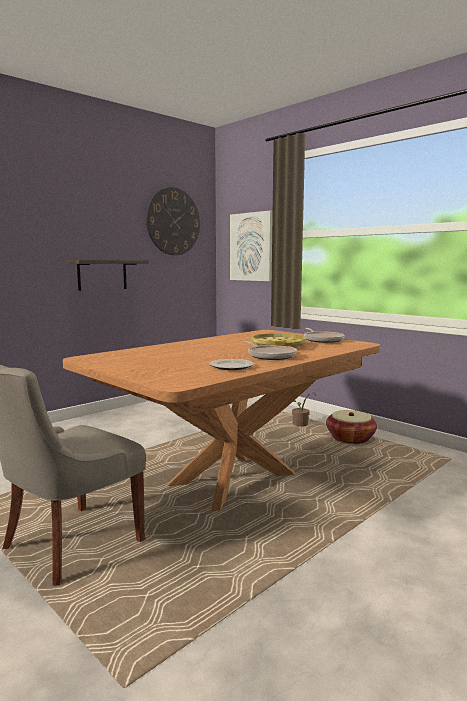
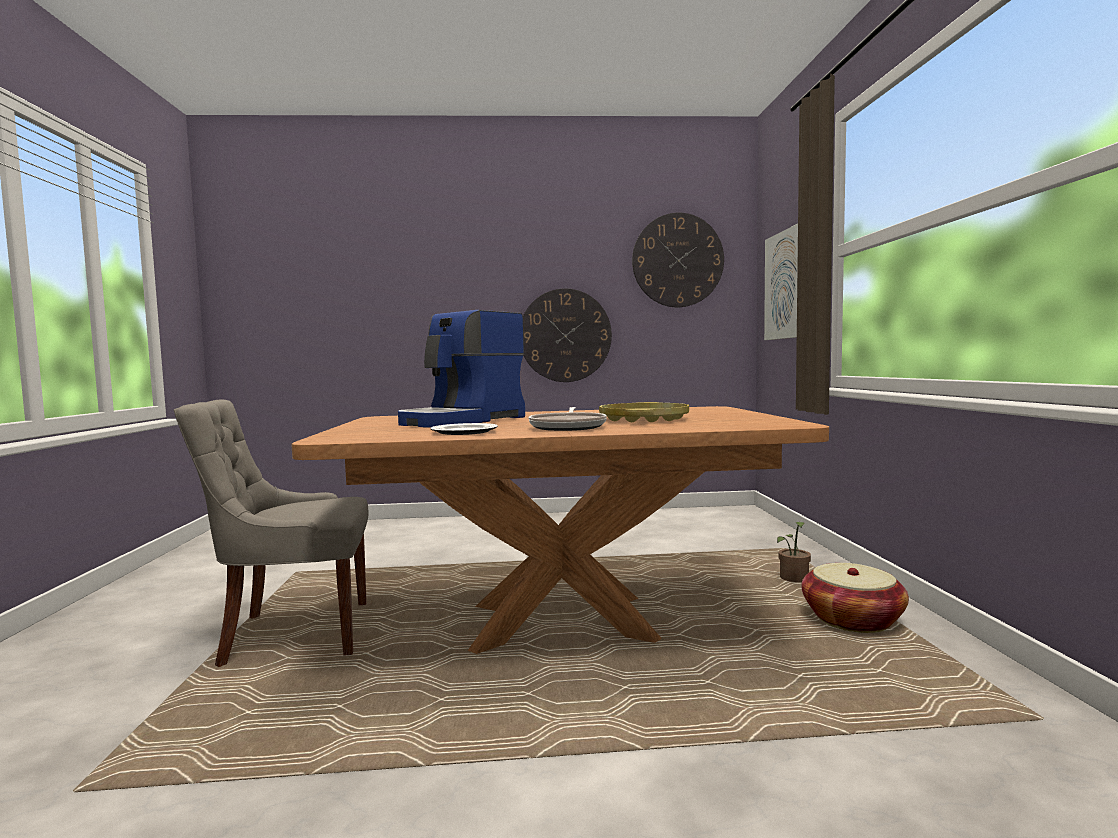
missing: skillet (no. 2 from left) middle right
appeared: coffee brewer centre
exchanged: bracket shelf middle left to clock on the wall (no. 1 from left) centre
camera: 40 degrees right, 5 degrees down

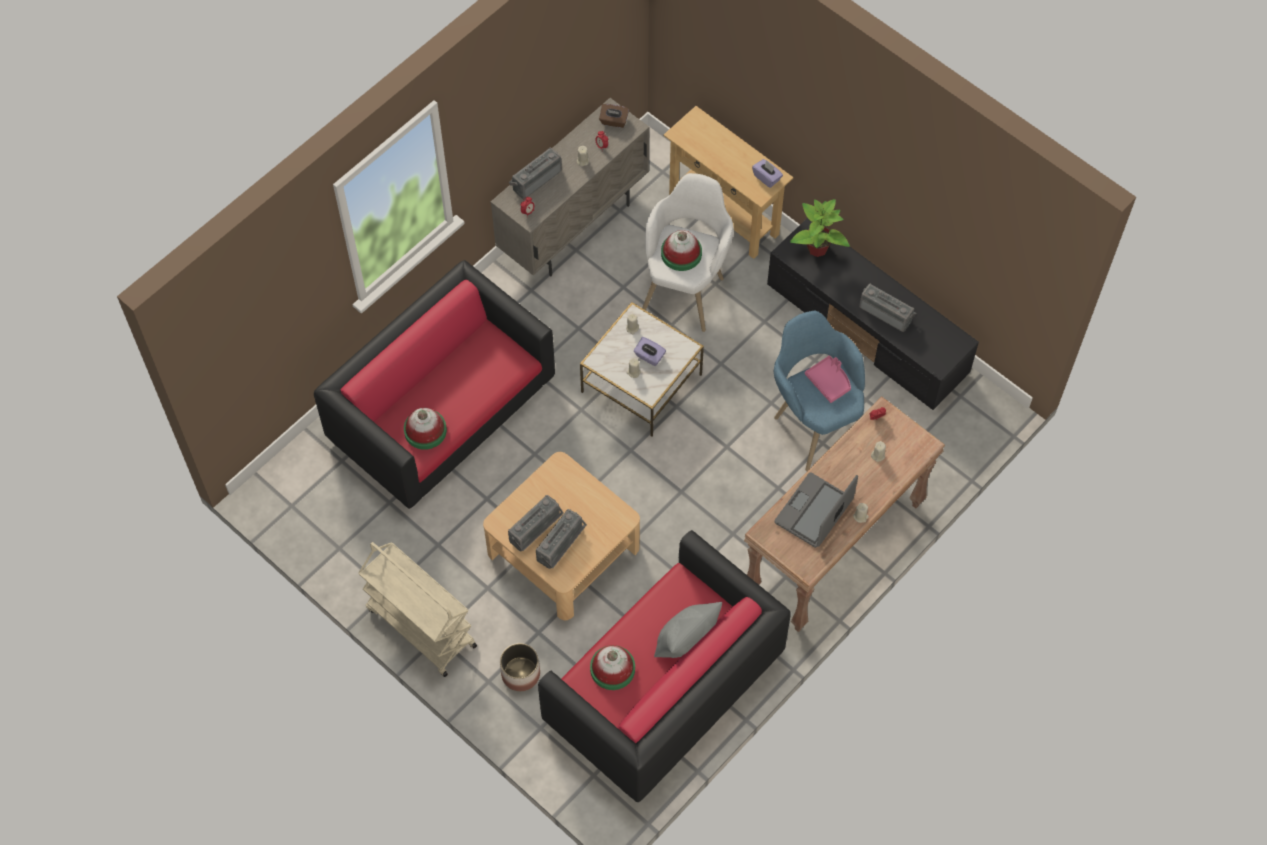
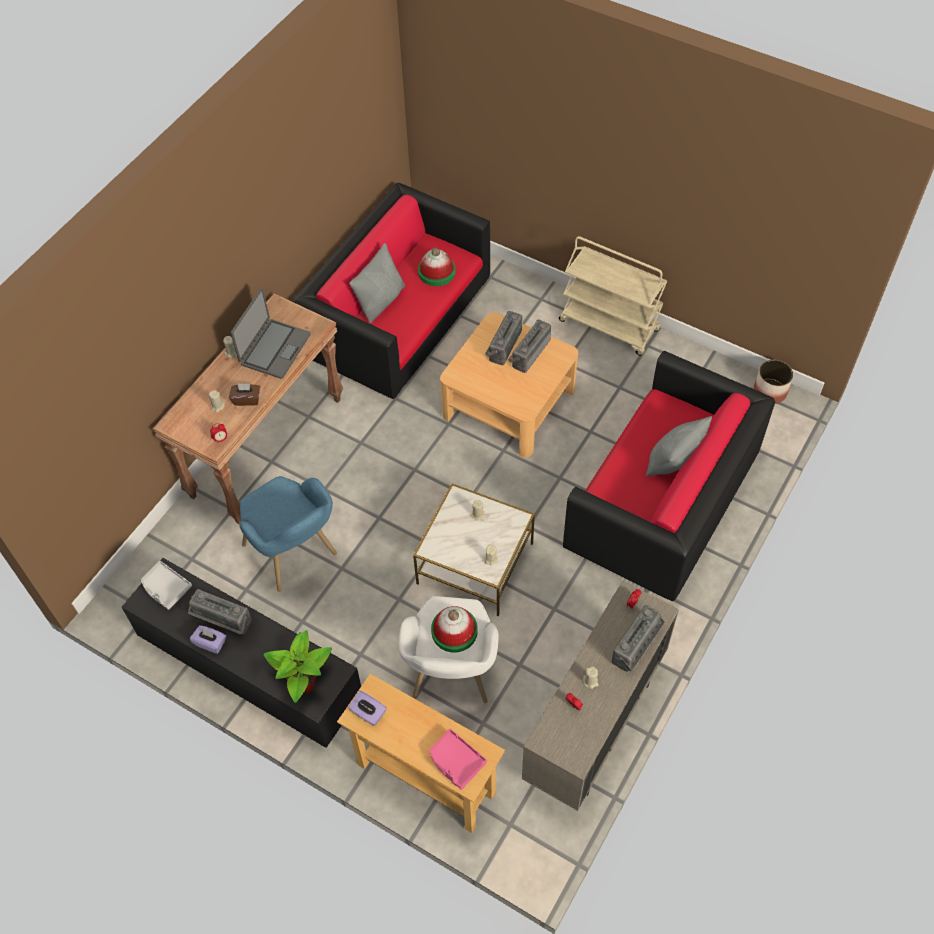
missing: hat (no. 1 from left) centre
appeared: greyish serving tray middle left; greyish pillow (no. 2 from left) middle right
relocated: purplish tissue holder (no. 1 from left) centre to bottom left; brown-coloured tissue holder top centre to middle left; pinkish serving tray centre to bottom centre; planter bottom centre to middle right
camera: 170 degrees right, 5 degrees down

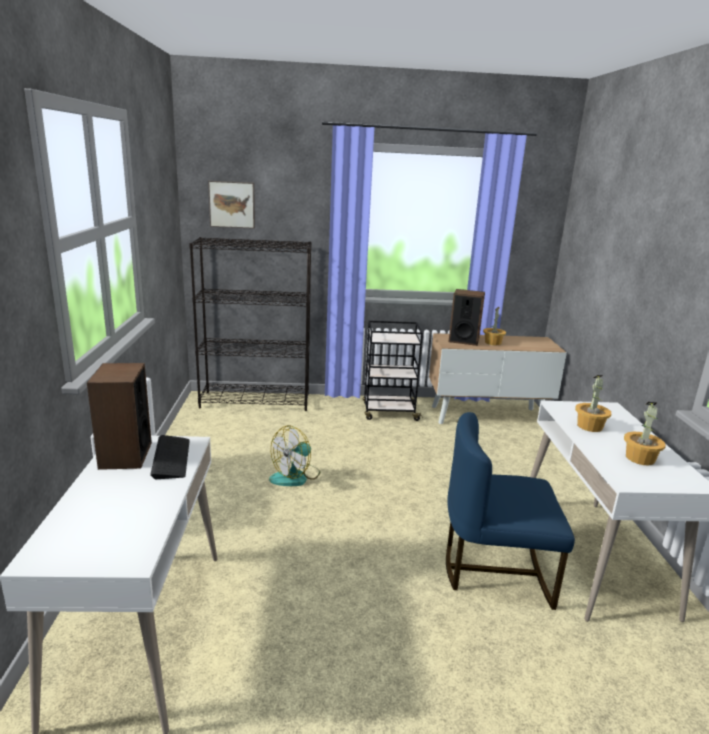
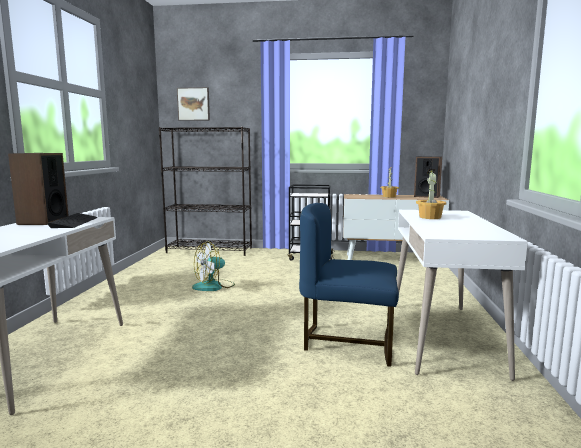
missing: potted plant (no. 3 from left) middle right
relocated: speaker (no. 2 from left) centre to middle right
camera: 10 degrees right, 10 degrees down

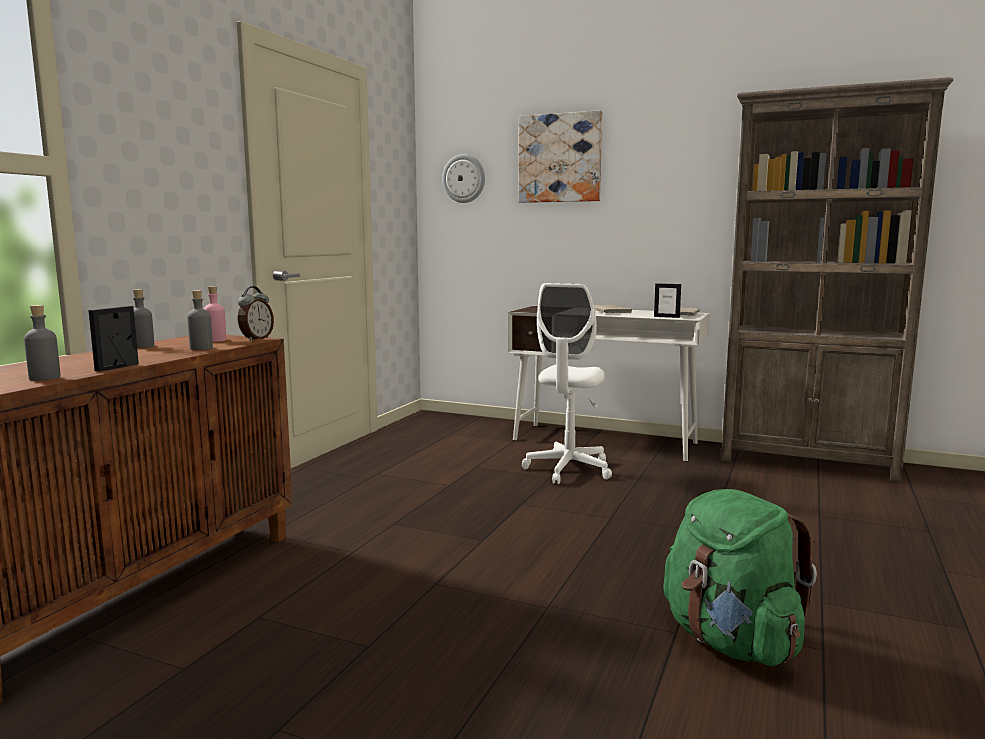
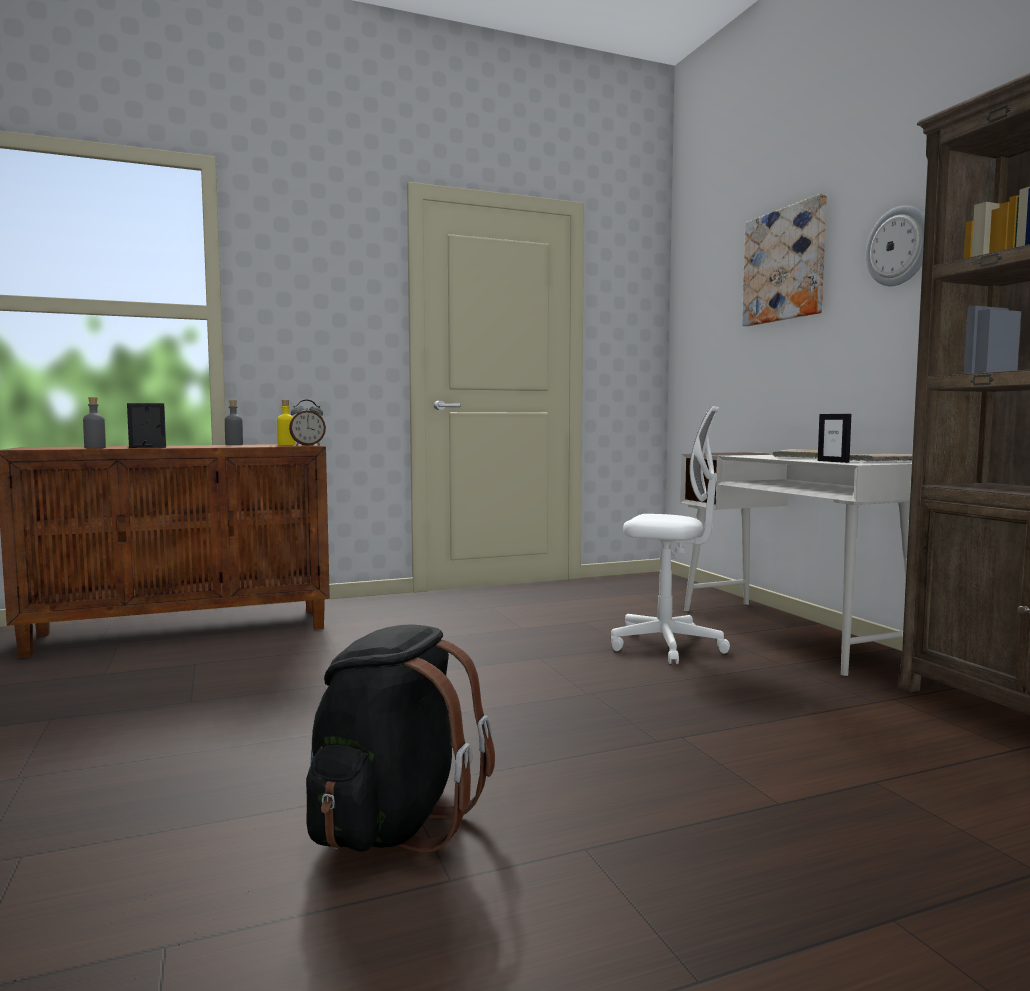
missing: greyish bottle (no. 3 from left) middle left
relocated: clock on the wall top centre to top right
colour: pinkish bottle middle left to yellowish bottle middle left; greenish backpack bottom right to black backpack bottom centre
spun: whitish desk chair centre = centre 135 degrees counterclockwise
camera: 45 degrees right, 5 degrees down

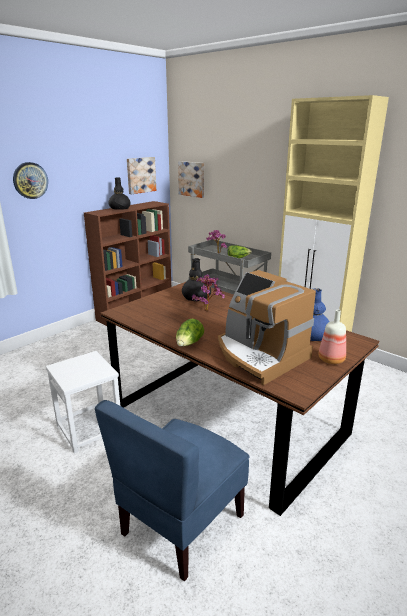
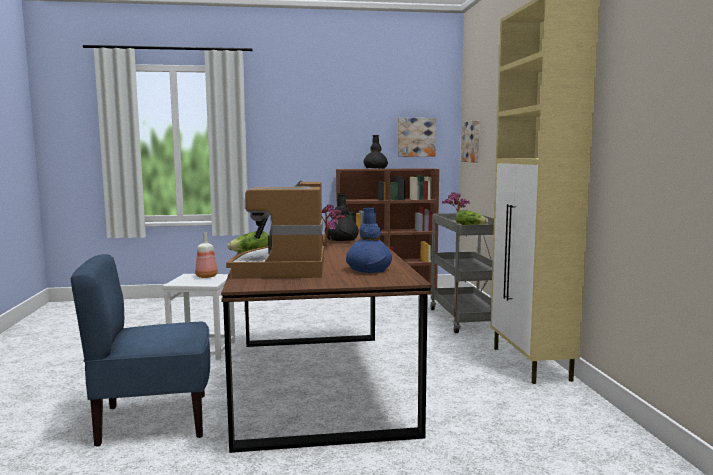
missing: clock on the wall top left
relocated: bottle middle right to middle left
camera: 40 degrees right, 15 degrees down

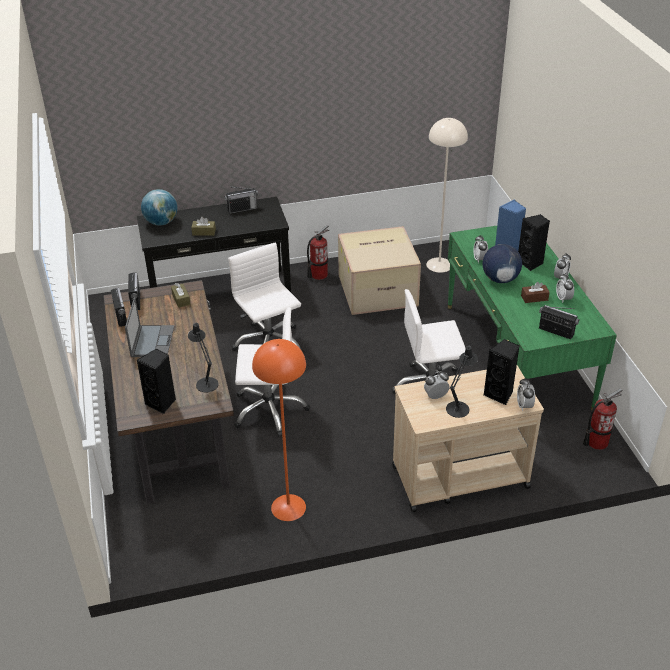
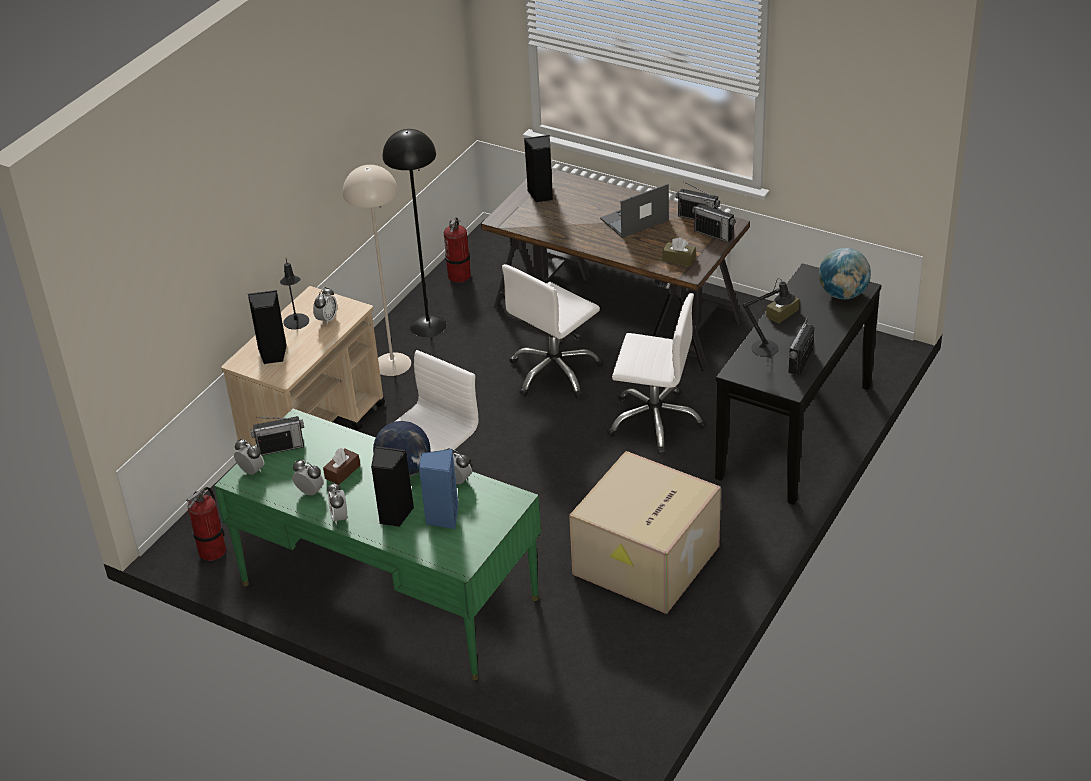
relocated: alarm clock (no. 3 from left in the first image) middle right to alarm clock (no. 1 from left) middle left; beige-coloured floor lamp top right to centre; fire extinguisher (no. 1 from left in the first image) centre to fire extinguisher (no. 2 from left) top centre; black tabletop lamp (no. 1 from left in the first image) middle left to black tabletop lamp (no. 2 from left) middle right
colour: orangey floor lamp centre to black floor lamp top centre
spun: notebook computer middle left = top centre 105 degrees clockwise
camera: 135 degrees right, 0 degrees up

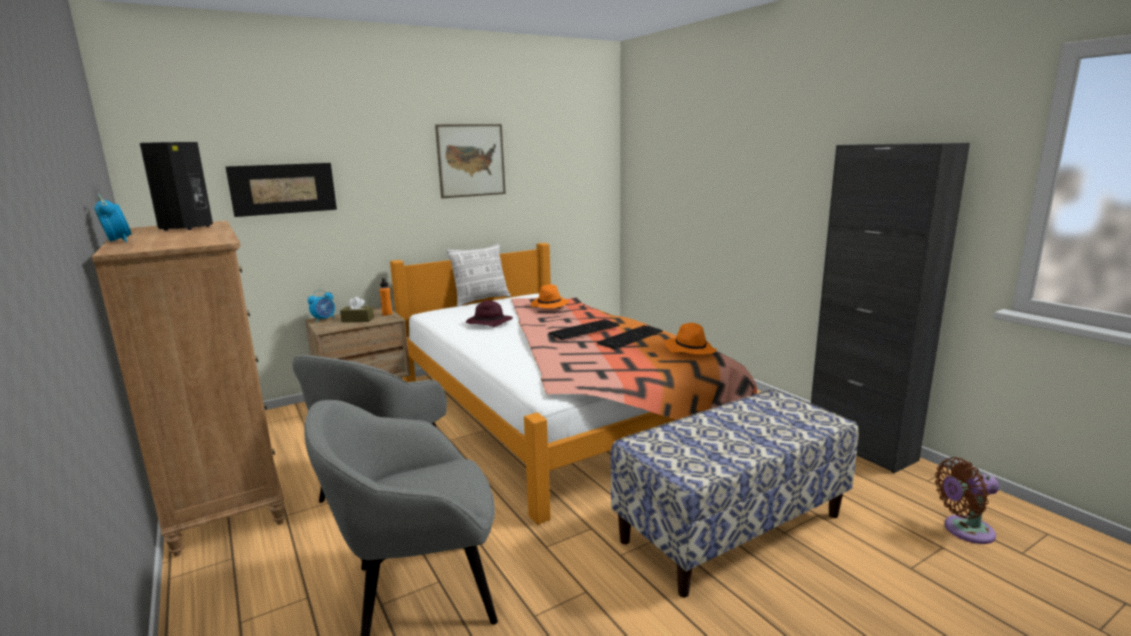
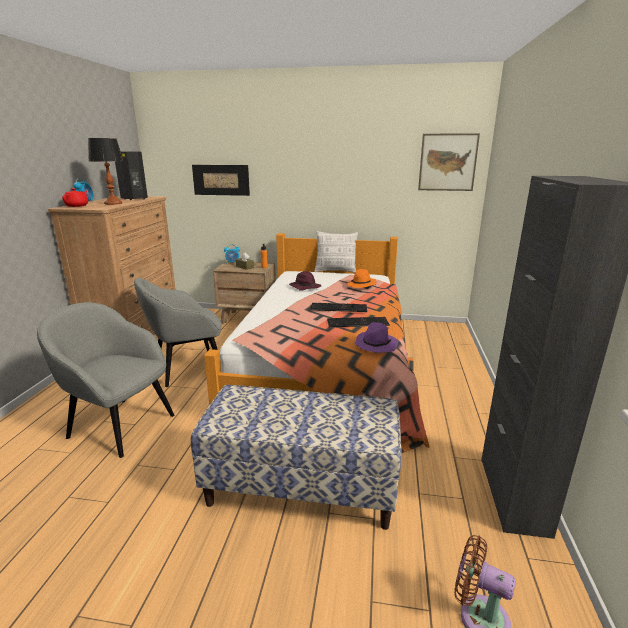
appeared: red-coloured pot for tea top left; tabletop lamp top left
relocated: wall picture (no. 2 from left) top centre to top right
colour: orangey hat (no. 2 from left) centre to purplish hat (no. 2 from left) centre
camera: 40 degrees right, 5 degrees up

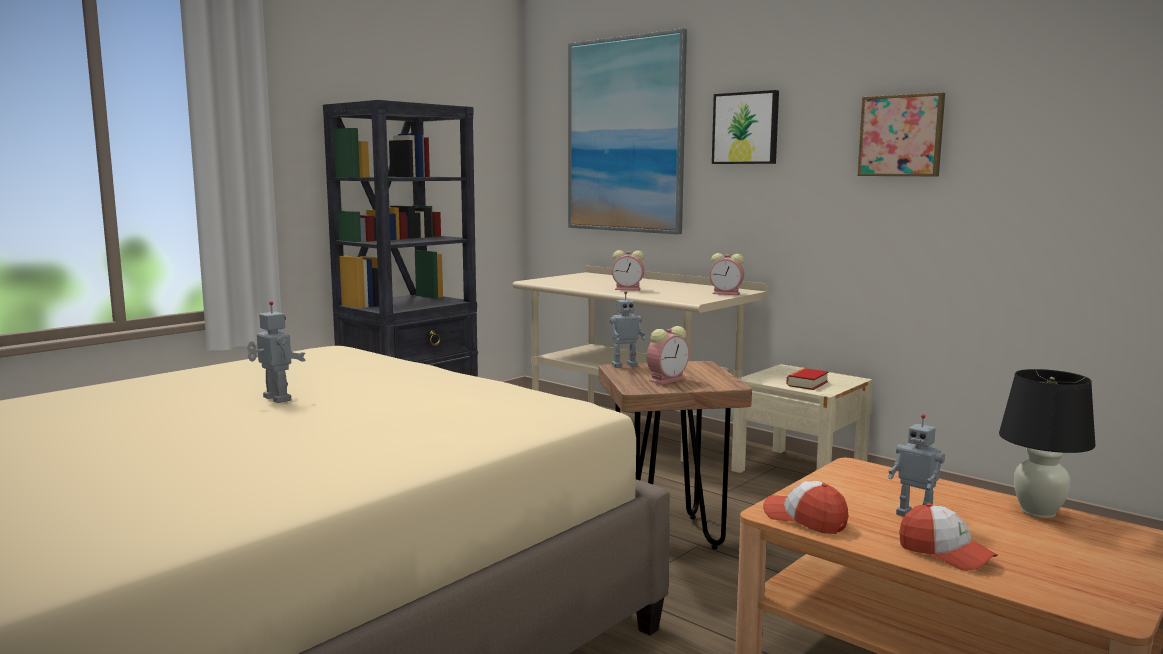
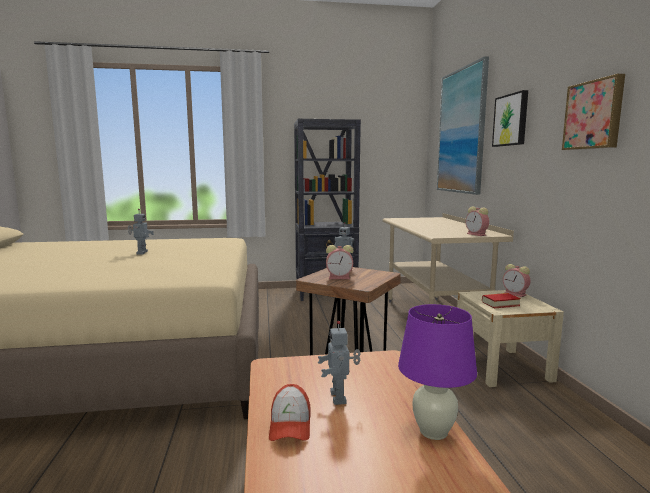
missing: baseball cap (no. 1 from left) bottom right
relocated: alarm clock (no. 1 from left in the first image) centre to alarm clock (no. 3 from left) middle right
colour: black tabletop lamp bottom right to purplish tabletop lamp bottom right
camera: 40 degrees right, 0 degrees up

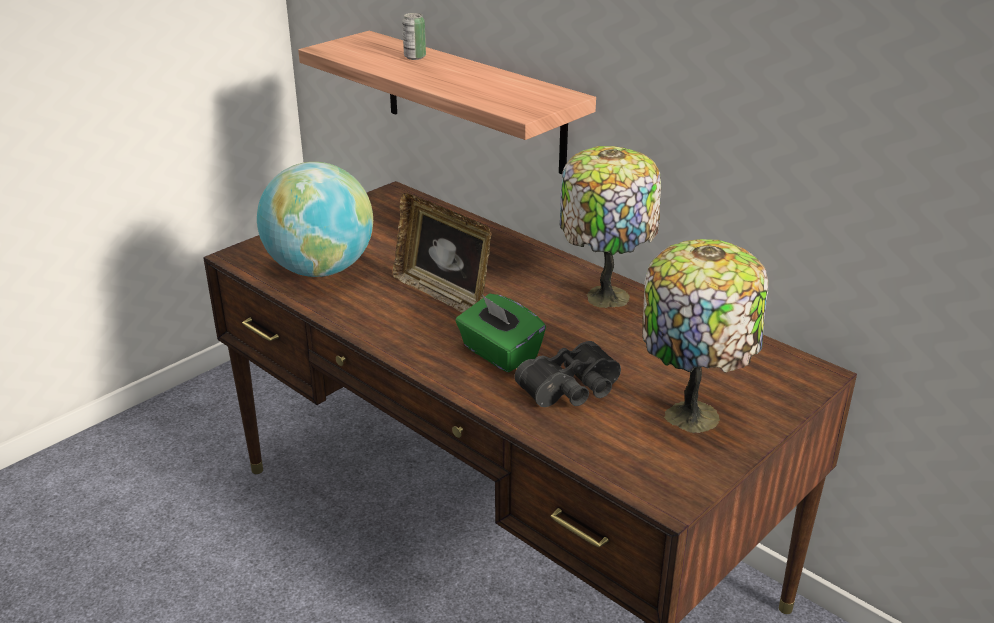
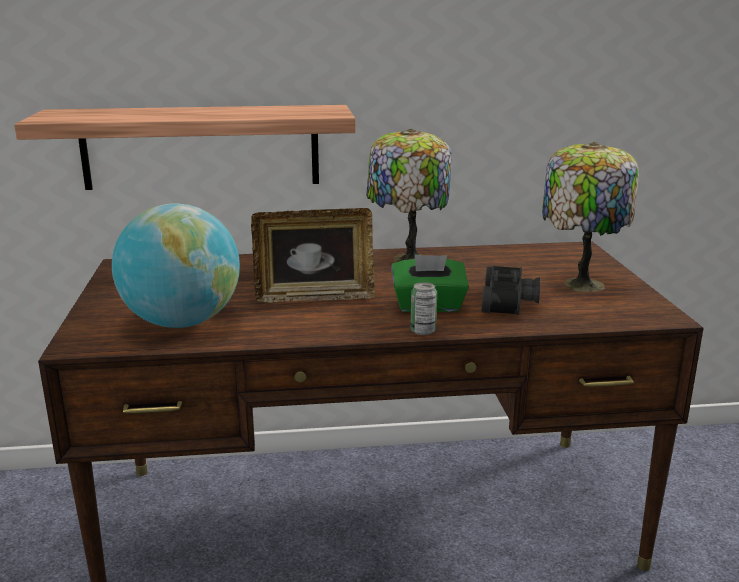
relocated: can top centre to centre
camera: 50 degrees left, 10 degrees down

